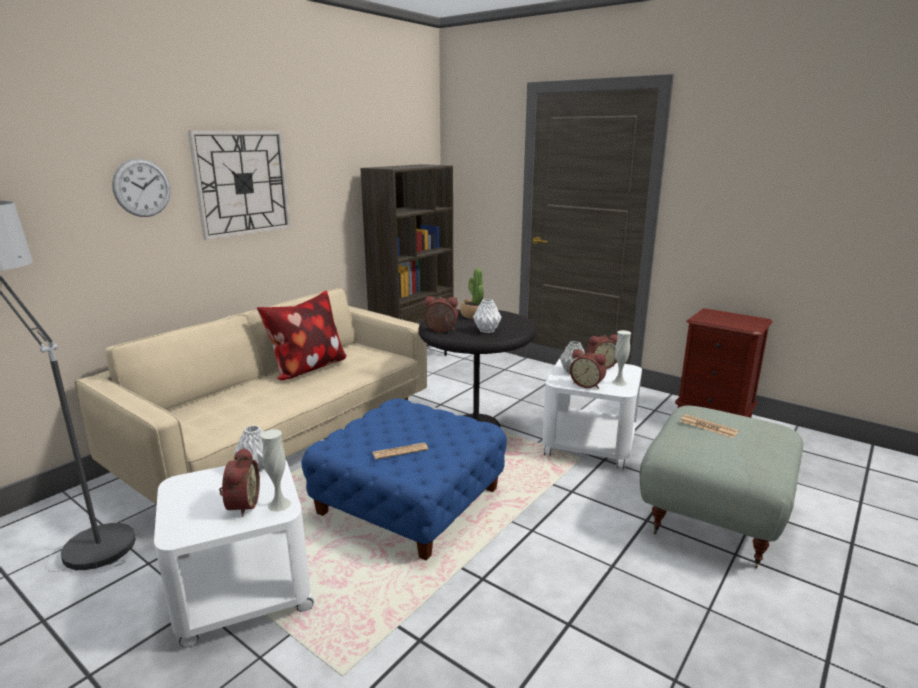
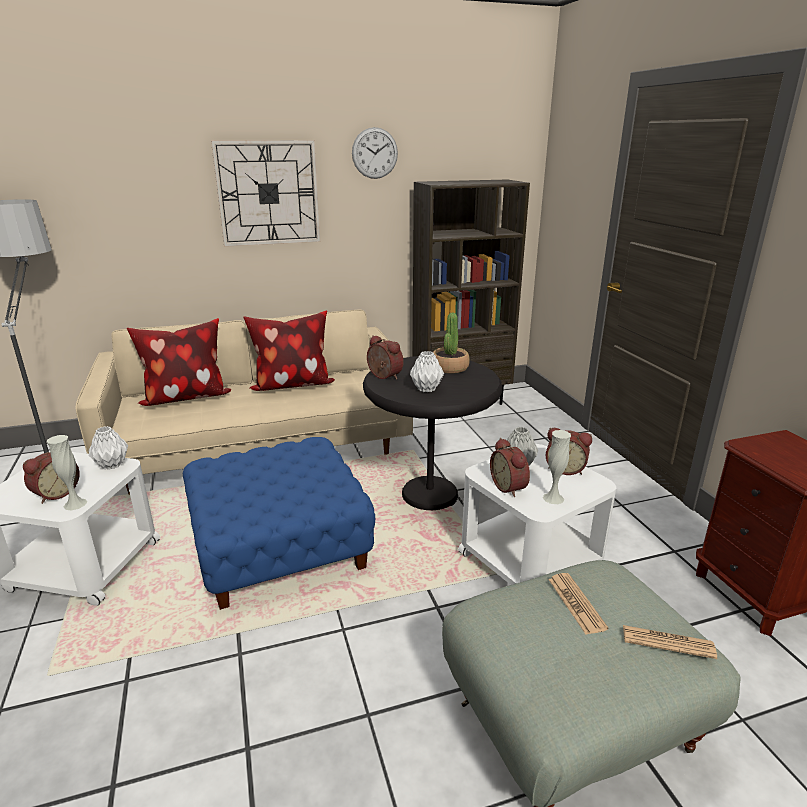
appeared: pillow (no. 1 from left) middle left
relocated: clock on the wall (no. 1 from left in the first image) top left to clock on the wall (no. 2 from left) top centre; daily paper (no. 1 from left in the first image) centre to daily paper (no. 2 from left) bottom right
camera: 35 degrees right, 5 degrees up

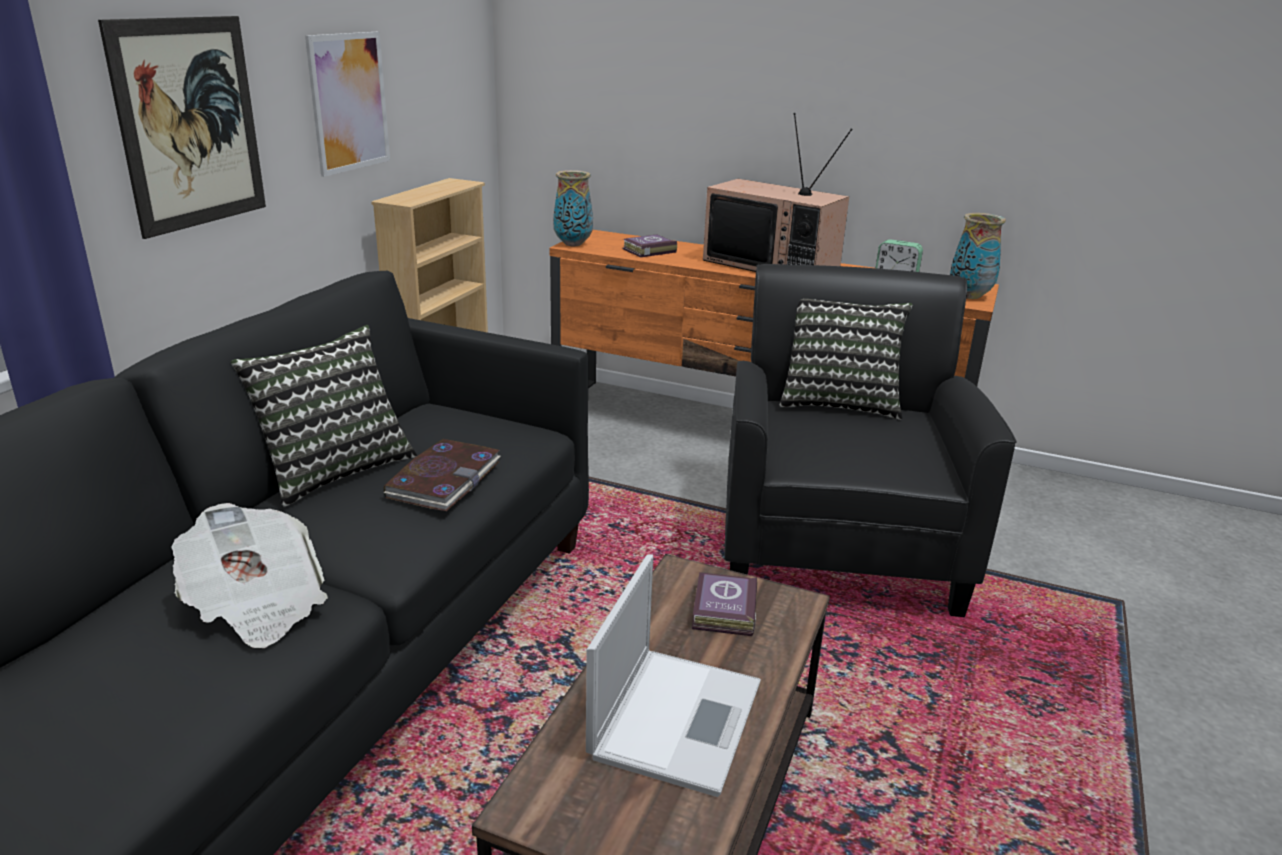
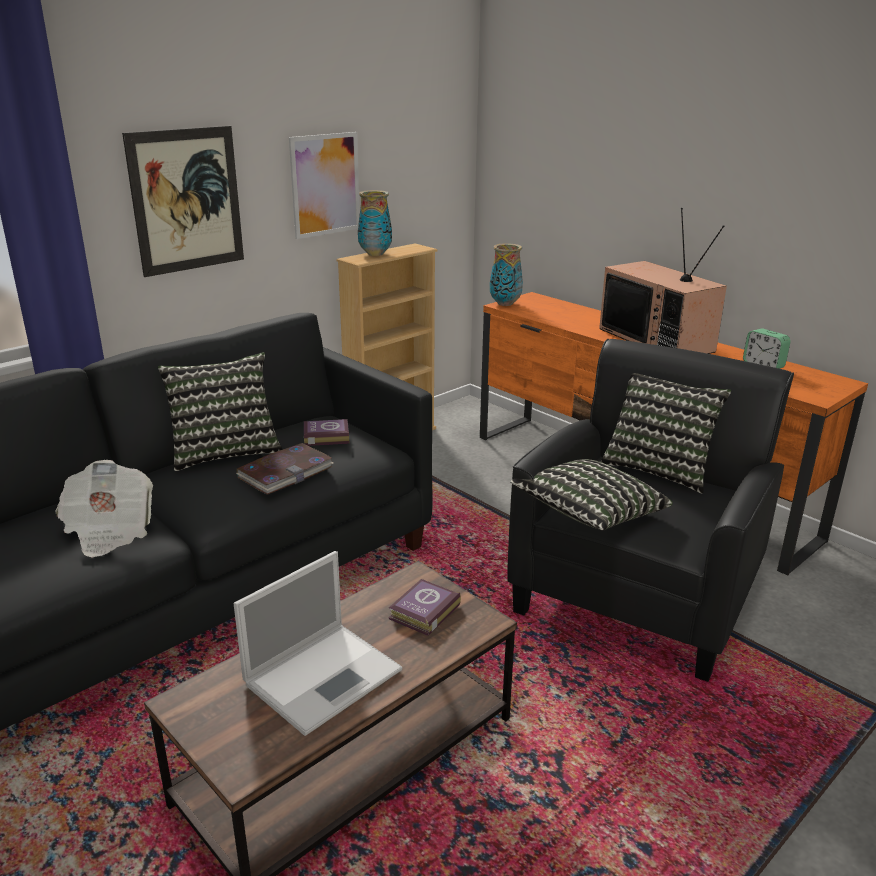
appeared: pillow (no. 2 from left) middle right
relocated: bound book (no. 2 from left) top centre to centre; decorative vase (no. 2 from left in the first image) top right to decorative vase (no. 1 from left) top centre
camera: 25 degrees right, 0 degrees up

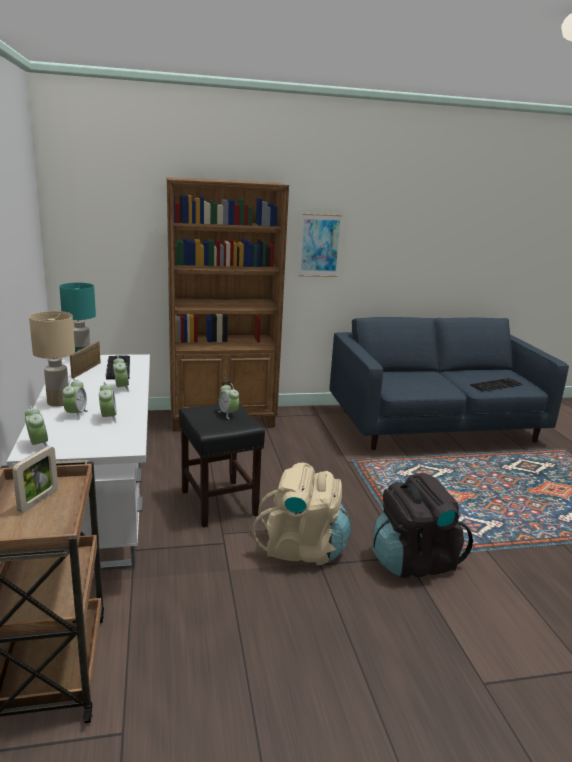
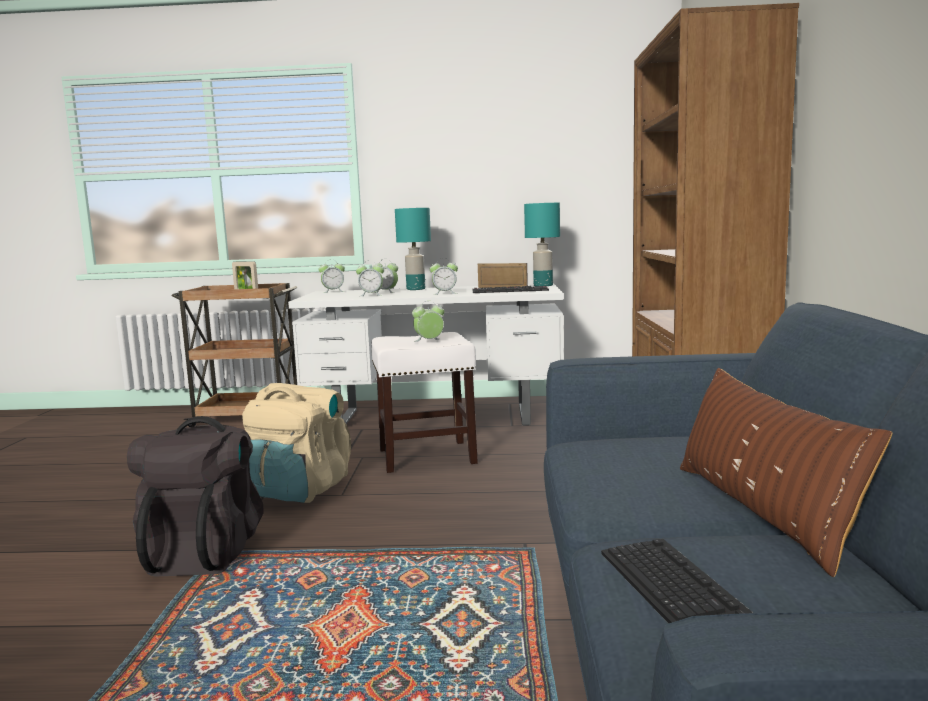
missing: wall picture top centre
appeared: brown-coloured pillow bottom right
colour: black stool seat centre to whitish stool seat centre; beige-coloured tabletop lamp middle left to blue-green tabletop lamp (no. 1 from left) centre
camera: 105 degrees right, 10 degrees down

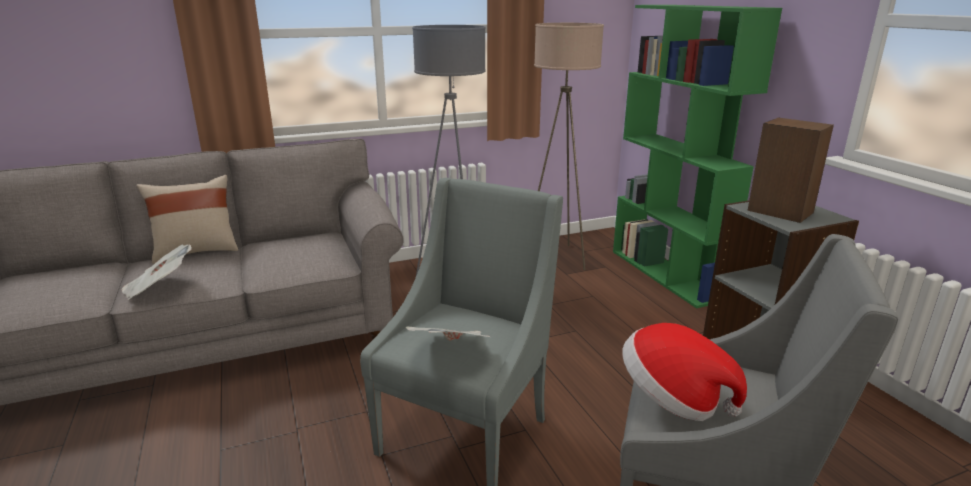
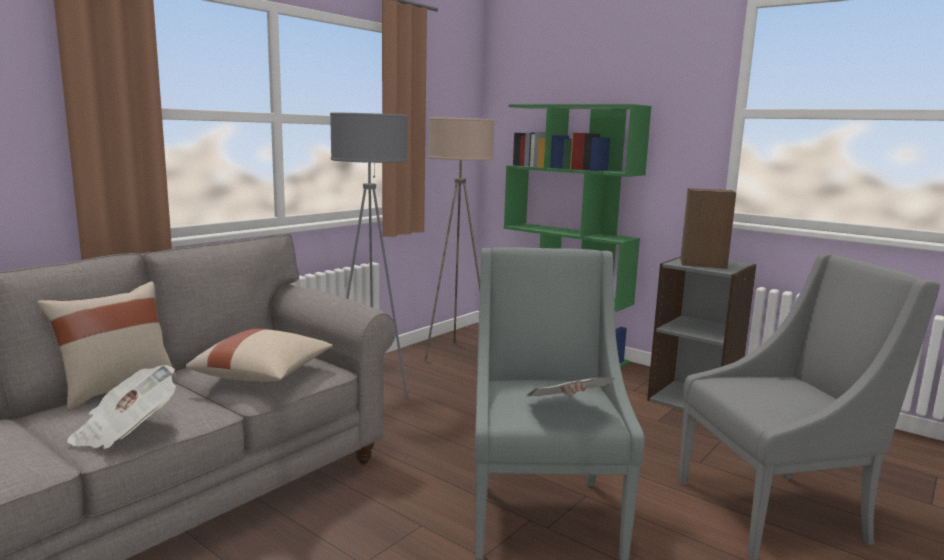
missing: hat bottom right
appeared: beige-coloured pillow (no. 2 from left) middle left
camera: 30 degrees left, 10 degrees down

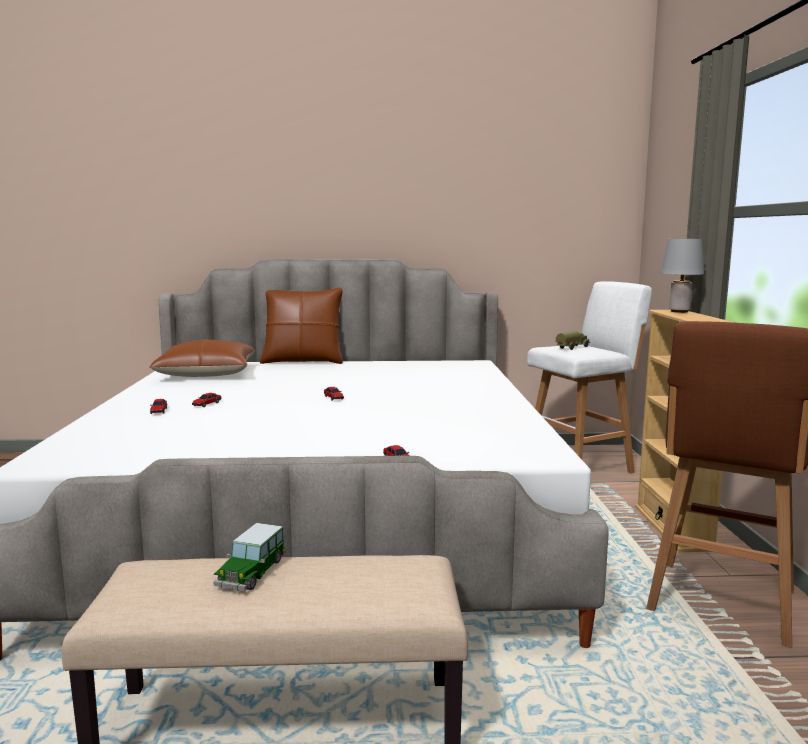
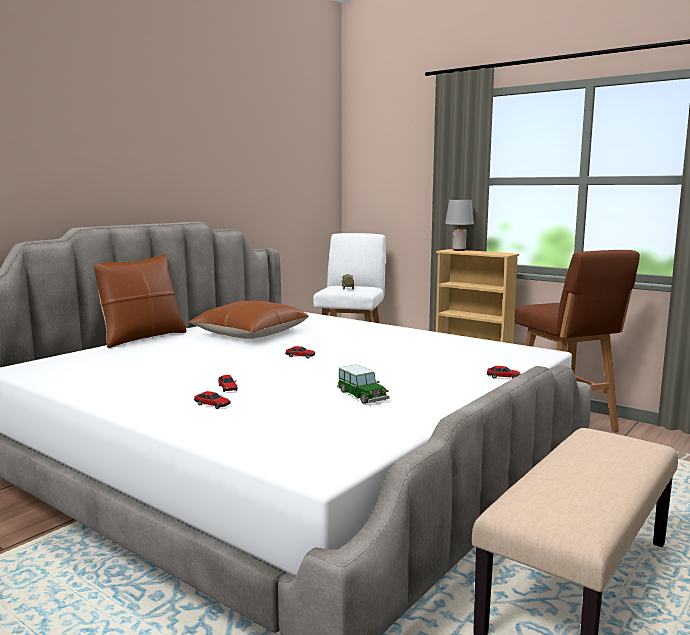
relocated: brown-coloured pillow (no. 1 from left in the first image) middle left to brown-coloured pillow (no. 2 from left) centre; miniature car (no. 3 from left in the first image) bottom left to miniature car (no. 4 from left) centre
camera: 50 degrees left, 0 degrees up

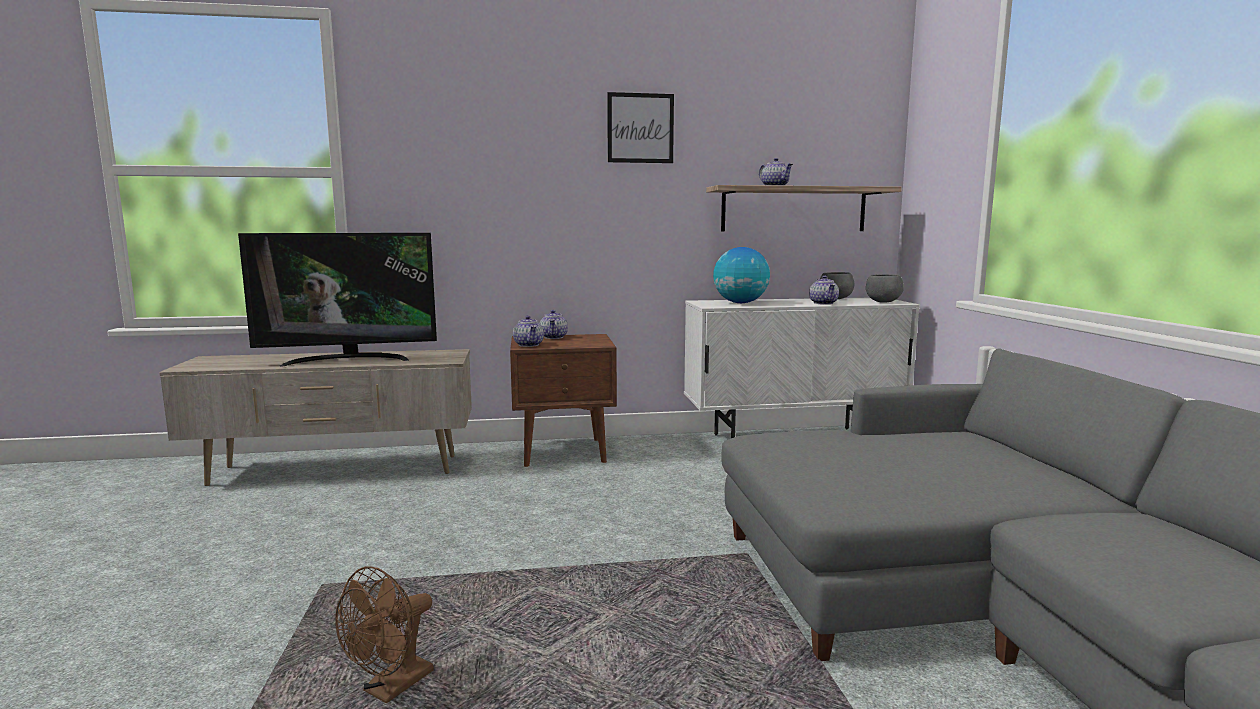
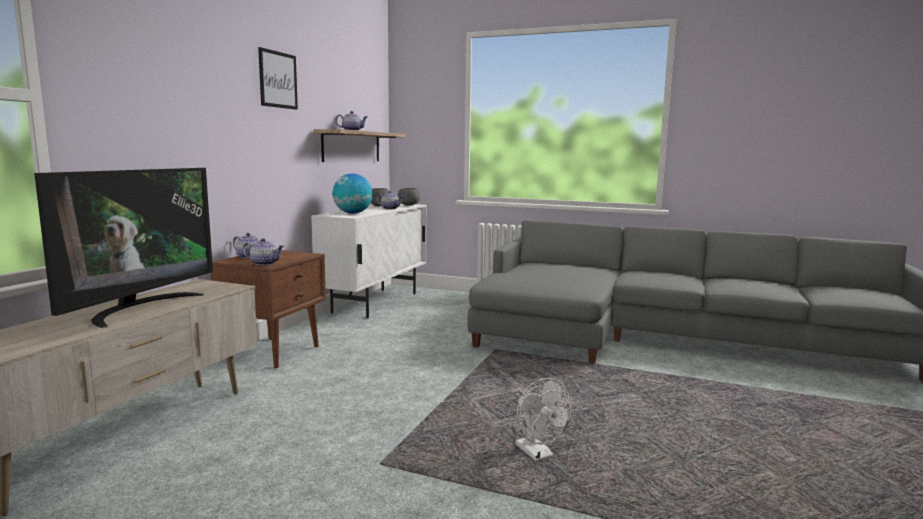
colour: brown-coloured electric fan bottom left to whitish electric fan bottom centre
camera: 60 degrees left, 0 degrees up

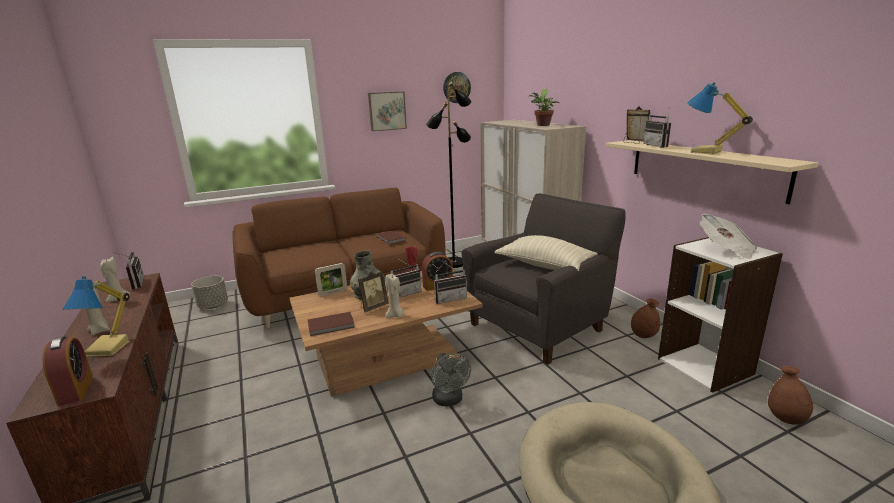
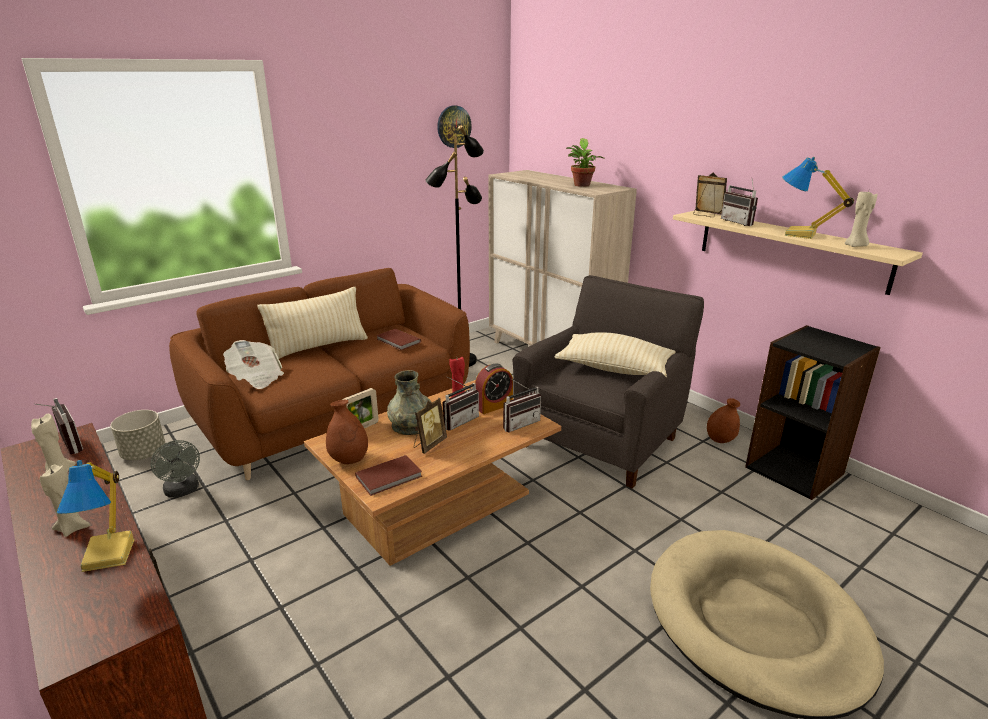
missing: alarm clock (no. 1 from left) bottom left; wall picture top centre
appeared: beige-coloured pillow (no. 1 from left) middle left
relocated: greyish electric fan bottom centre to middle left; daily paper middle right to middle left; brown-coloured decorative vase (no. 2 from left in the first image) bottom right to brown-coloured decorative vase (no. 1 from left) centre; beige-coloured candle (no. 3 from left) centre to top right
colour: whitish bookcase middle right to black bookcase middle right
camera: 15 degrees left, 5 degrees up

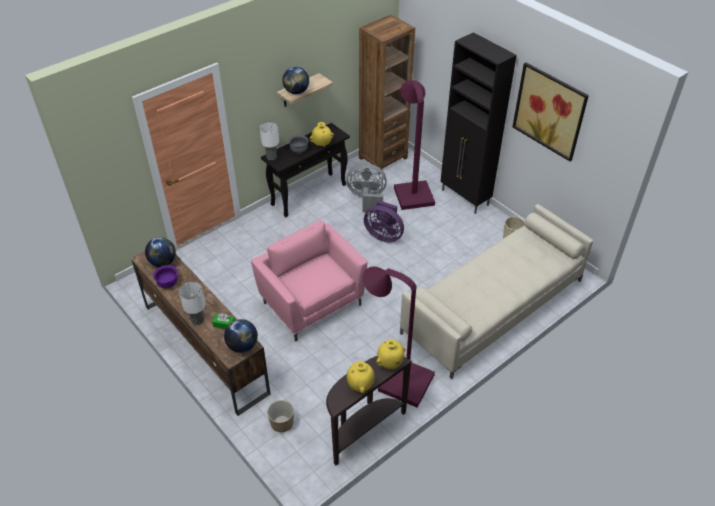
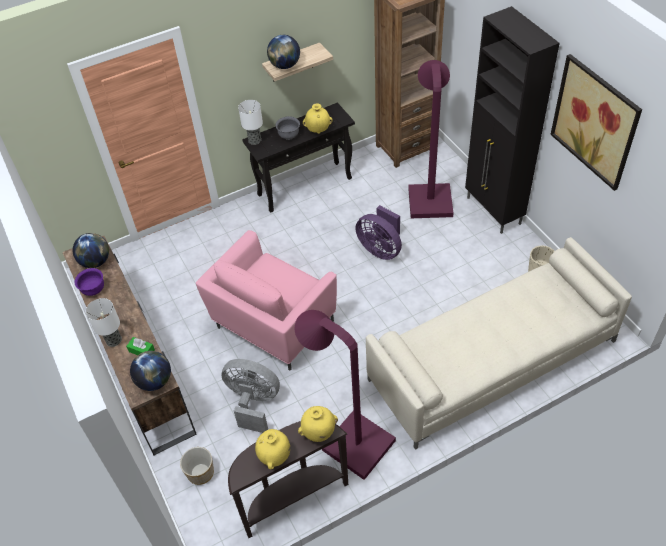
relocated: greyish electric fan centre to bottom centre
spun: pinkish lounge chair centre = centre 120 degrees counterclockwise
camera: 15 degrees right, 5 degrees up

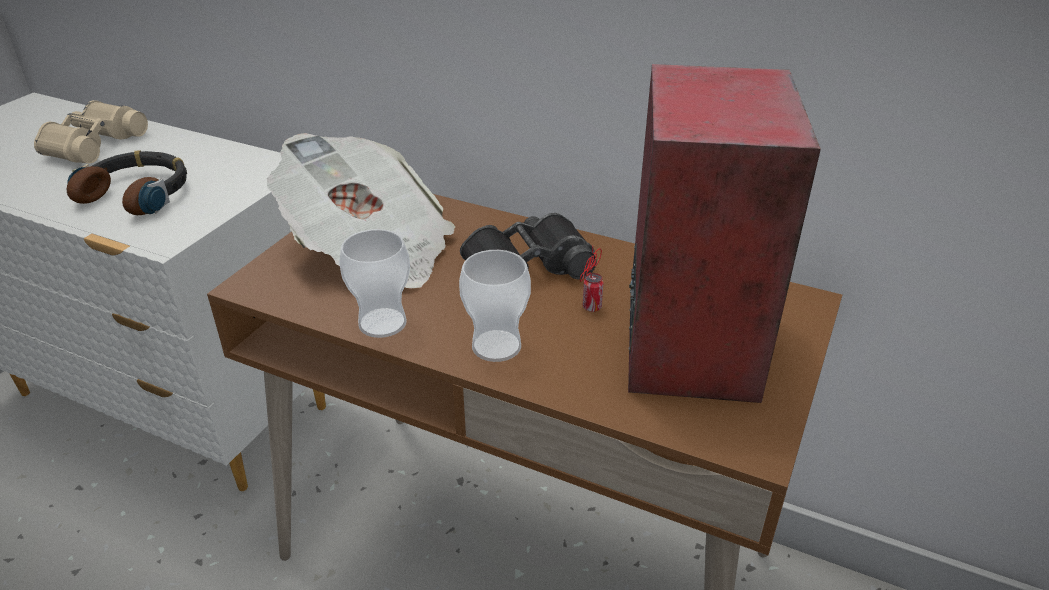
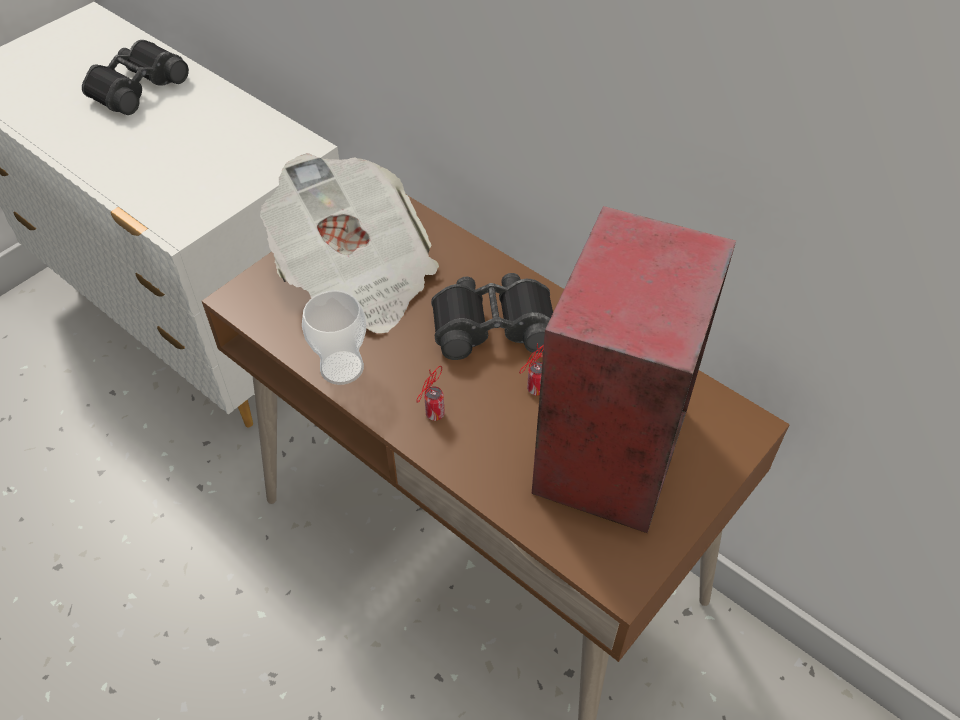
missing: headset top left
exchanged: cup (no. 2 from left) centre to can (no. 1 from left) centre
colour: beige-coloured binoculars top left to black binoculars (no. 1 from left) top left
camera: 15 degrees right, 15 degrees up

